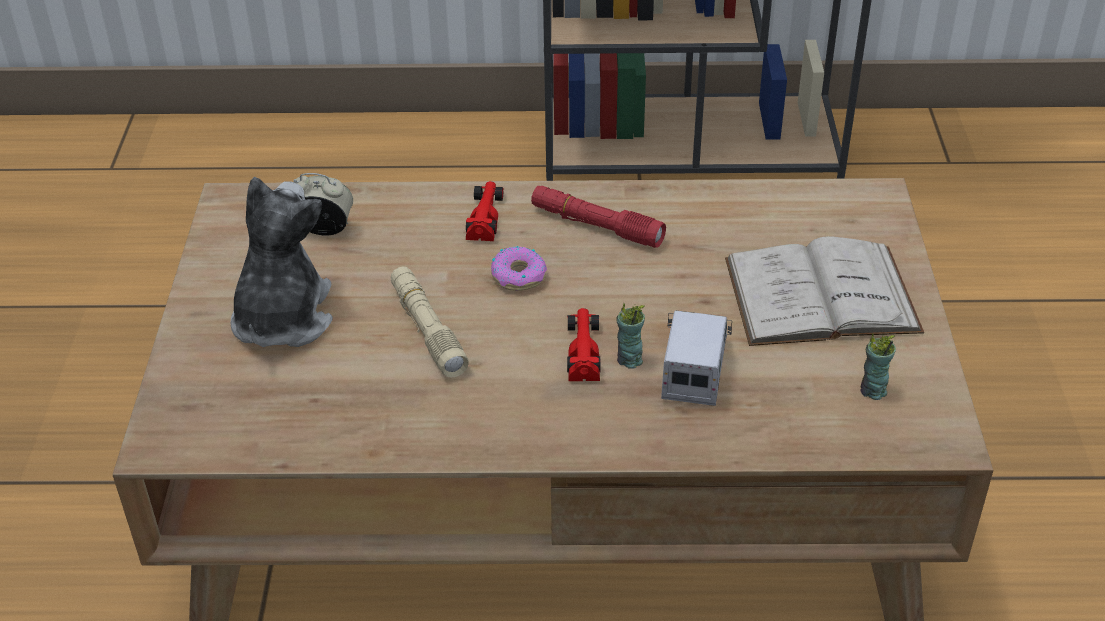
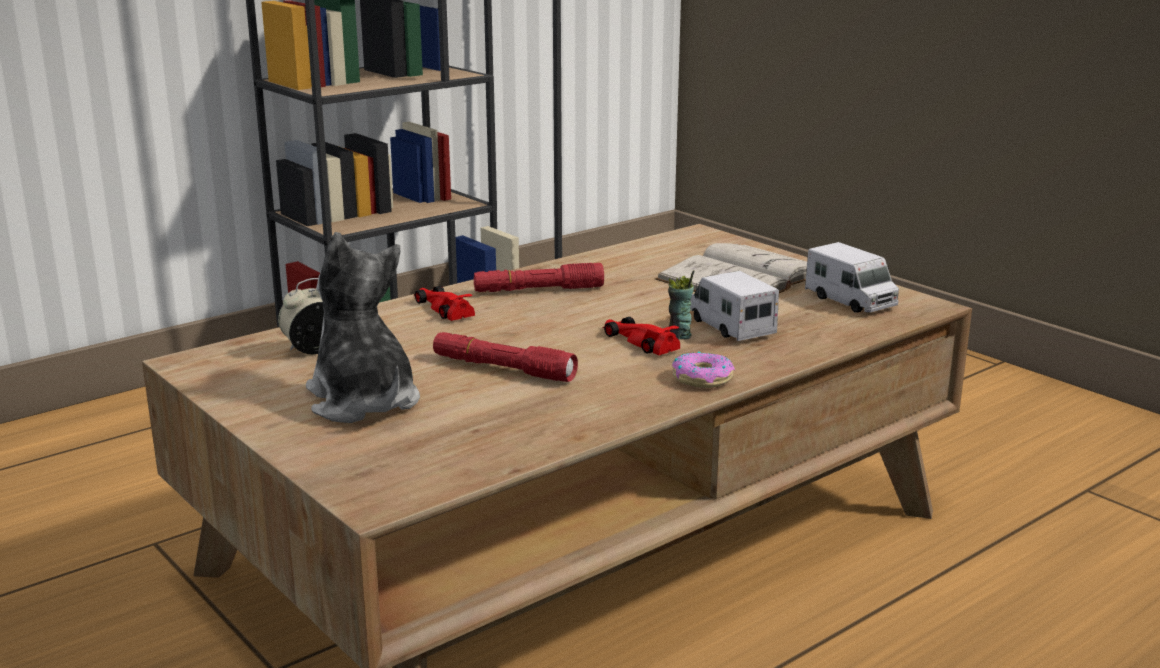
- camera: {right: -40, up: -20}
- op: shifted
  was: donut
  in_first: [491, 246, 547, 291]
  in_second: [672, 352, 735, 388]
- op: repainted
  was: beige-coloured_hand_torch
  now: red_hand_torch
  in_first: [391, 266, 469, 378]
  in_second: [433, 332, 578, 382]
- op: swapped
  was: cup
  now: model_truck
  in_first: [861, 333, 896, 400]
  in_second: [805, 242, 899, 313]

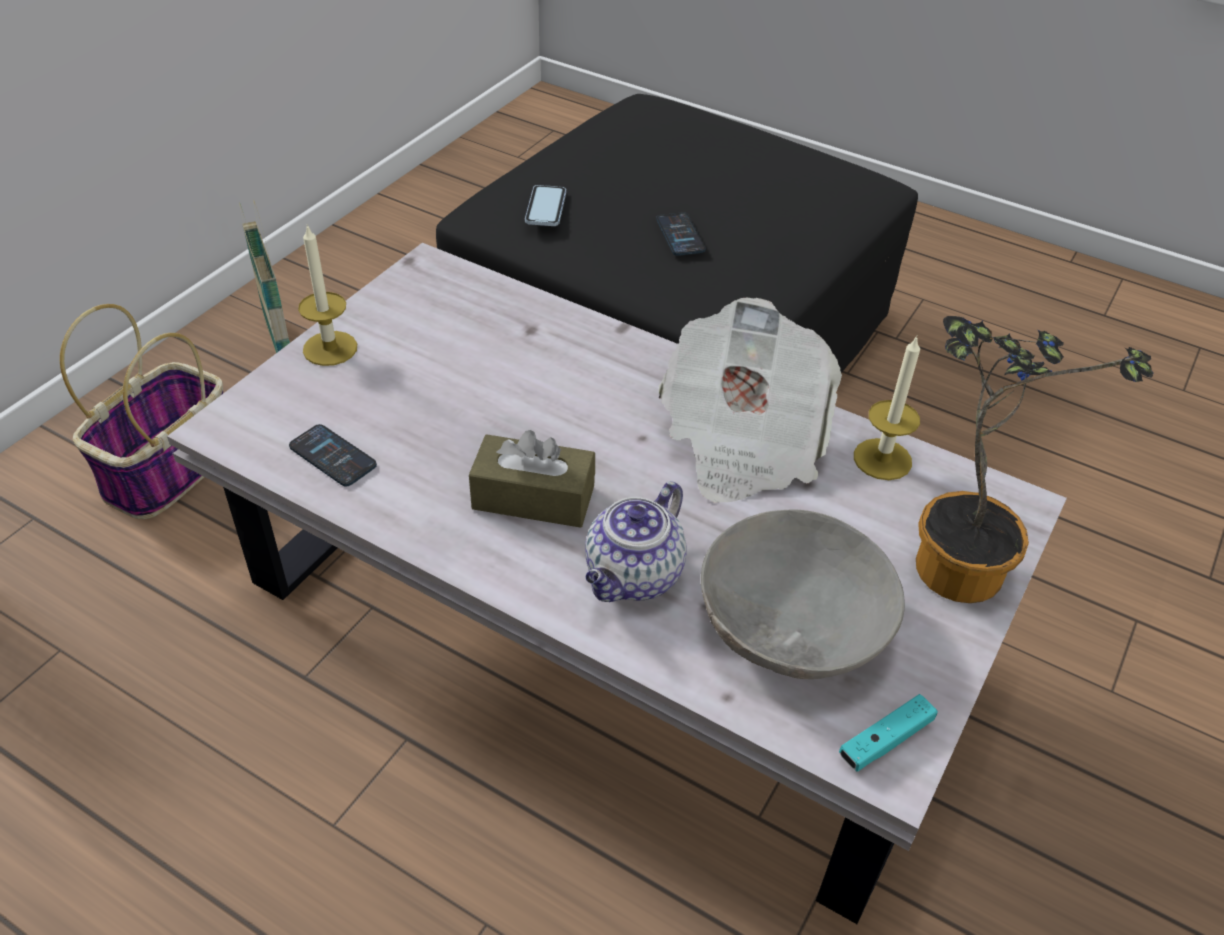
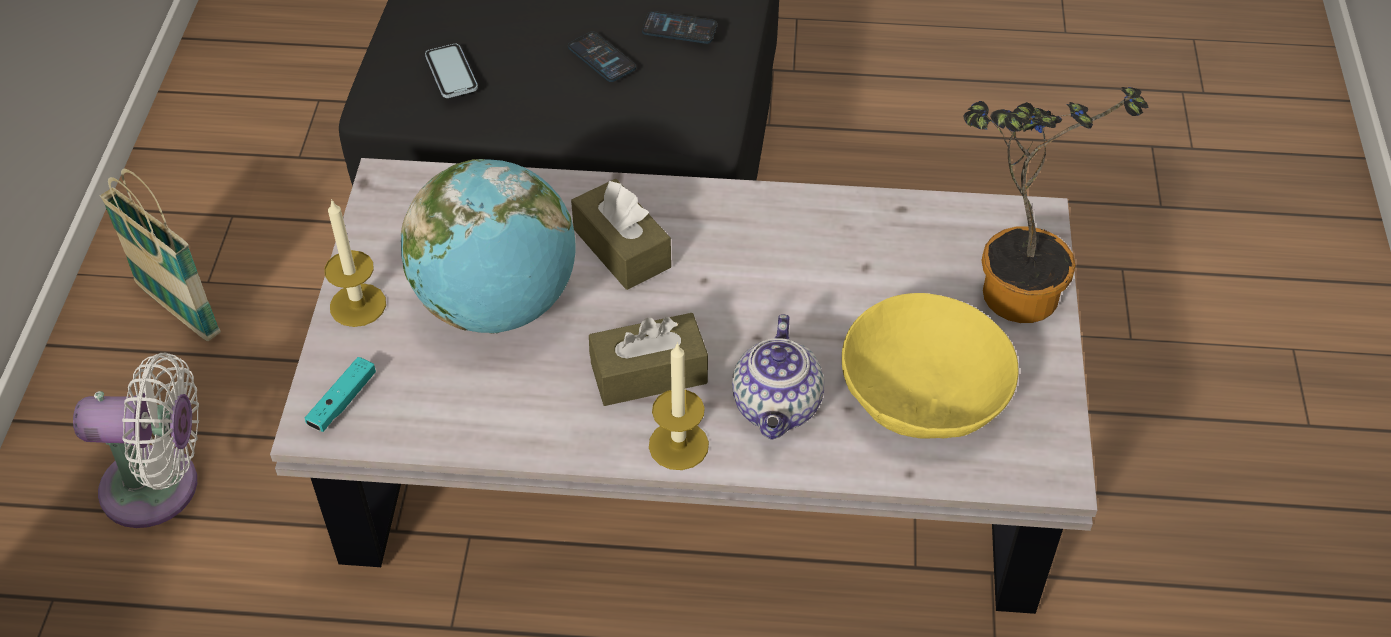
- camera: {right: -25, up: 5}
- op: gone
  was: newspaper
  in_first: [658, 298, 842, 503]
- op: swapped
  was: storage_basket
  now: whitish_cooling_fan
  in_first: [60, 304, 223, 519]
  in_second: [73, 353, 199, 528]
- op: shifted
  was: wax_light
  in_first: [854, 336, 920, 480]
  in_second: [649, 342, 709, 470]
- op: shifted
  was: phone
  in_first: [289, 424, 377, 487]
  in_second: [642, 11, 717, 44]
- op: repainted
  was: greyish_bowl
  now: yellow-coloured_bowl
  in_first: [701, 509, 905, 680]
  in_second: [842, 293, 1019, 438]
- op: shifted
  was: turquoise-coloured_joypad
  in_first: [839, 694, 938, 772]
  in_second: [305, 357, 376, 432]
- op: new
  now: world_globe
  in_second: [401, 159, 576, 334]
- op: new
  now: brown-coloured_box_of_tissues
  in_second: [571, 179, 671, 290]

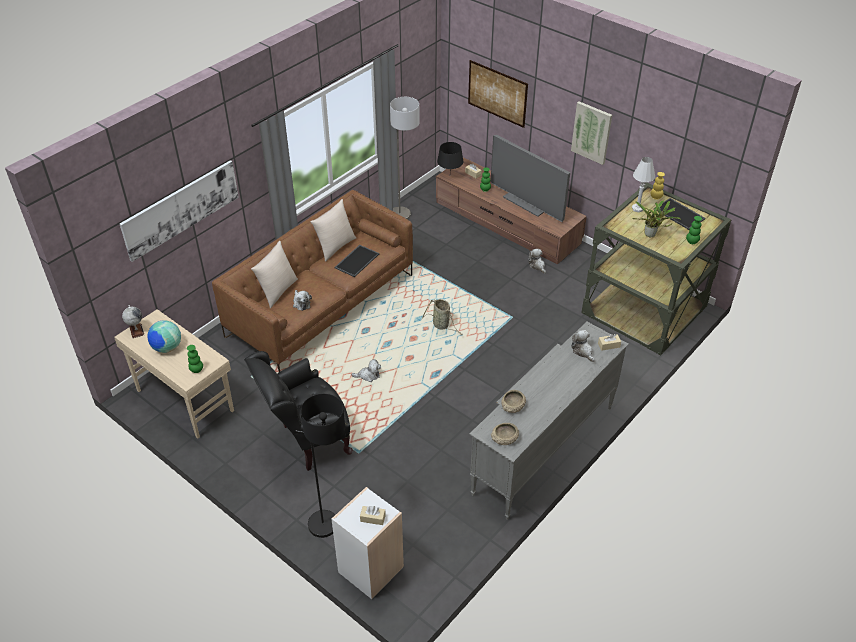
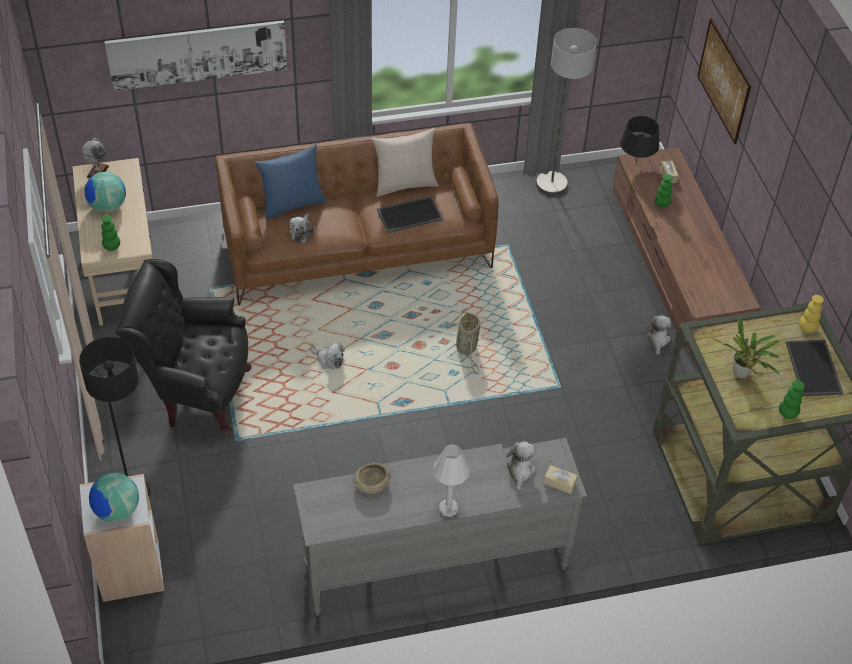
- camera: {right: 35, up: 5}
- op: gone
  was: wall_picture
  in_first: [571, 101, 612, 165]
- op: gone
  was: television
  in_first: [490, 135, 570, 222]
- op: shifted
  was: whitish_lamp_for_a_table
  in_first: [632, 157, 655, 213]
  in_second: [433, 444, 470, 517]
- op: repainted
  was: beige-coloured_pillow
  now: blue-coloured_pillow
  in_first: [251, 241, 298, 308]
  in_second: [255, 144, 327, 220]
- op: gone
  was: beige-coloured_bowl
  in_first: [491, 423, 519, 445]
- op: swapped
  was: beige-coloured_box_of_tissues
  now: world_globe
  in_first: [360, 506, 386, 525]
  in_second: [89, 473, 139, 522]

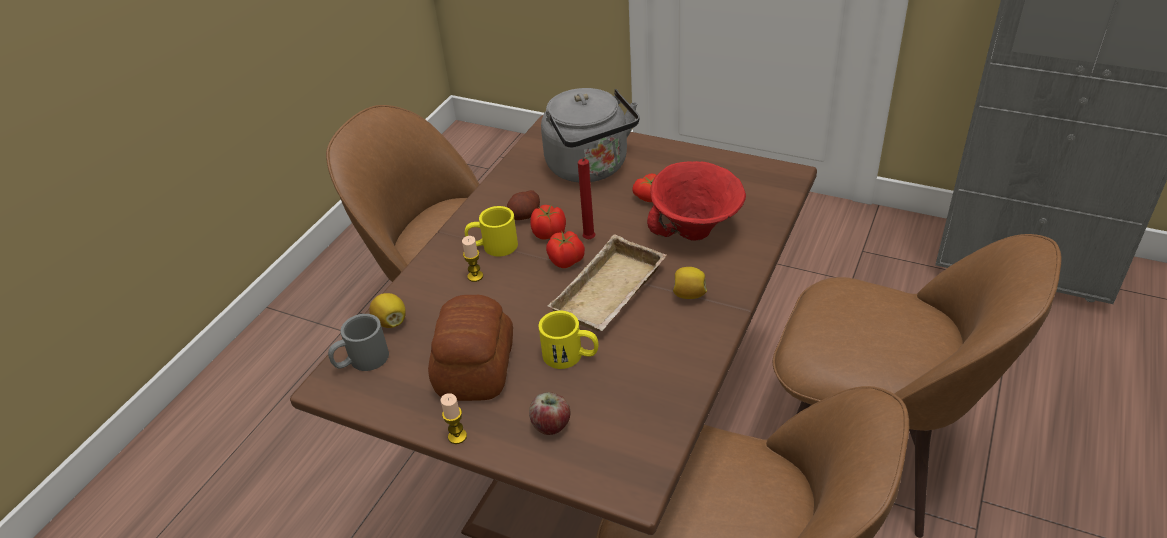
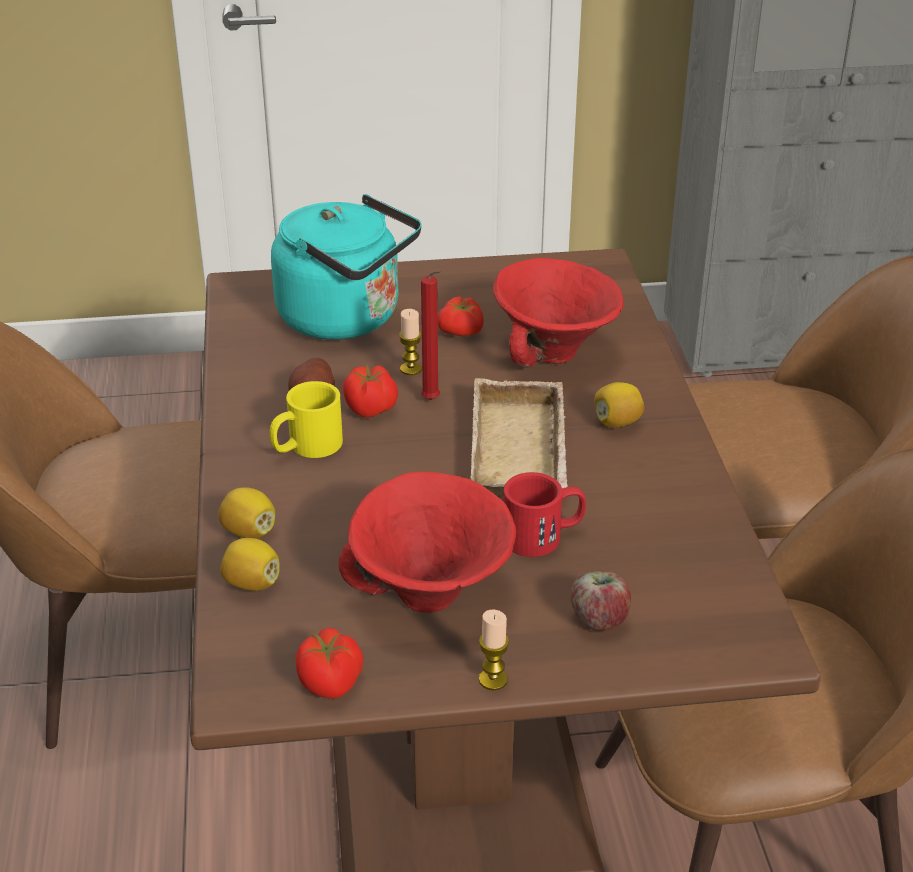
- camera: {right: -35, up: -5}
- op: repainted
  was: greyish_kettle
  now: turquoise-coloured_kettle
  in_first: [541, 88, 640, 182]
  in_second: [271, 194, 421, 340]
- op: shifted
  was: tomato
  in_first: [546, 231, 585, 268]
  in_second: [295, 628, 363, 699]
- op: shifted
  was: wax_light
  in_first: [462, 236, 483, 282]
  in_second: [399, 309, 422, 375]
- op: swapped
  was: baked_bread
  now: red_bowl
  in_first: [428, 295, 513, 401]
  in_second: [338, 472, 516, 613]
- op: repainted
  was: yellow-coloured_coffee_mug
  now: red_coffee_mug
  in_first: [539, 311, 599, 369]
  in_second: [503, 472, 586, 557]
- op: gone
  was: greyish_coffee_mug
  in_first: [328, 314, 389, 371]
- op: new
  now: lemon
  in_second: [218, 487, 275, 539]

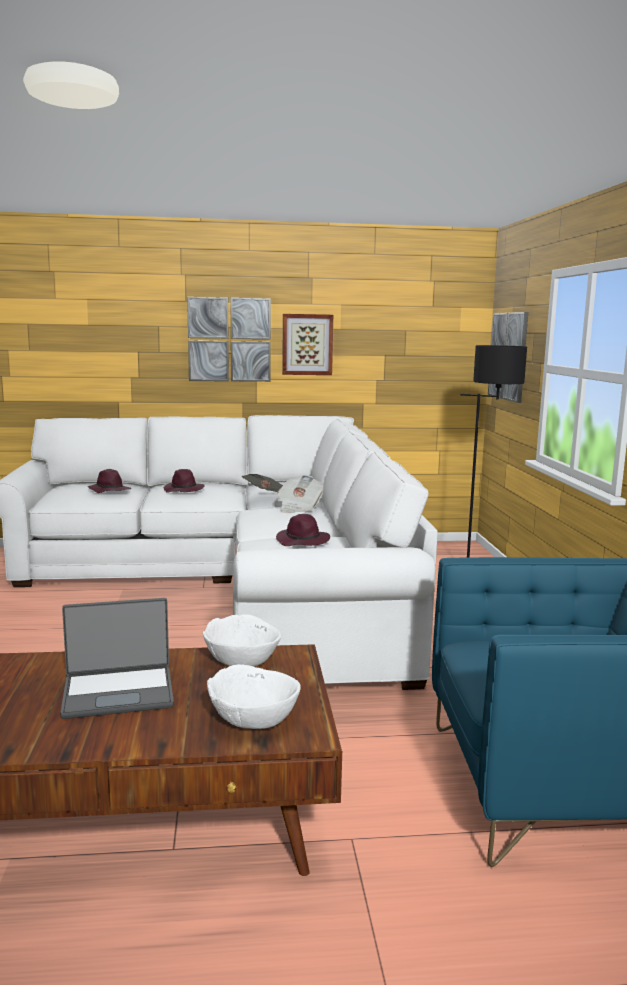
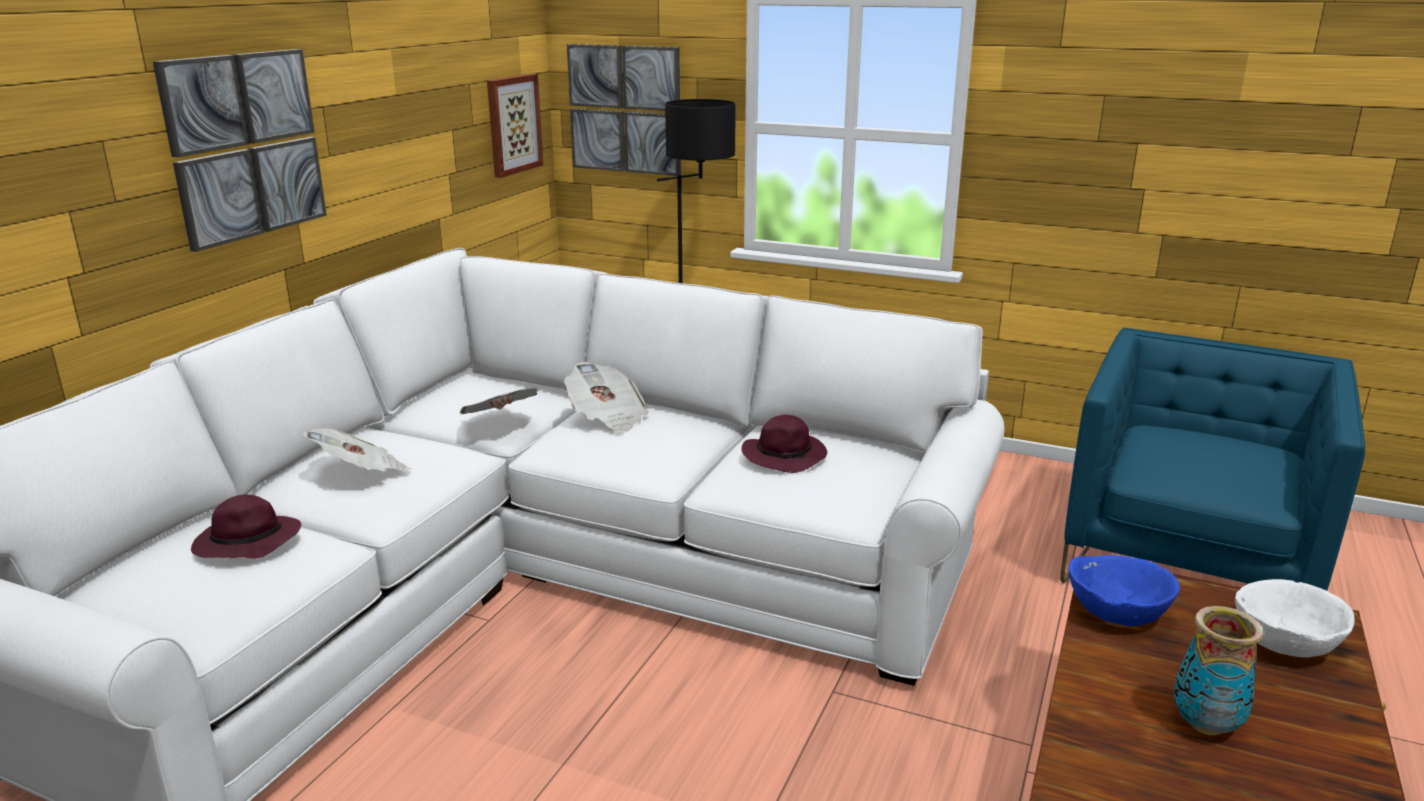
- camera: {right: -60, up: 10}
- op: shifted
  was: wall_picture
  in_first: [282, 314, 333, 375]
  in_second: [487, 74, 544, 178]
- op: swapped
  was: purple_clothing_hat
  now: newspaper
  in_first: [164, 469, 205, 493]
  in_second: [302, 428, 411, 472]
- op: swapped
  was: laptop
  now: decorative_vase
  in_first: [60, 598, 174, 719]
  in_second: [1174, 606, 1263, 736]
- op: repainted
  was: whitish_bowl
  now: blue-coloured_bowl
  in_first: [202, 614, 281, 667]
  in_second: [1068, 555, 1180, 626]

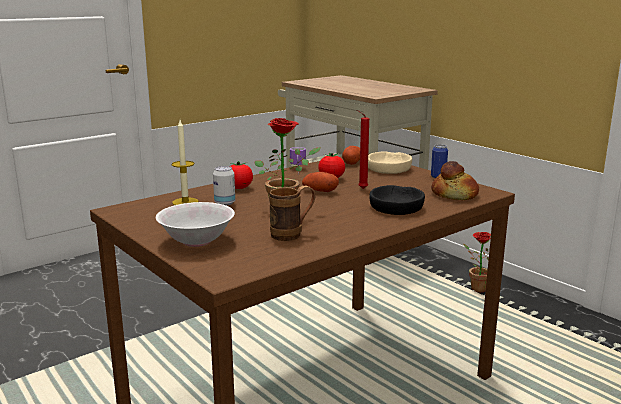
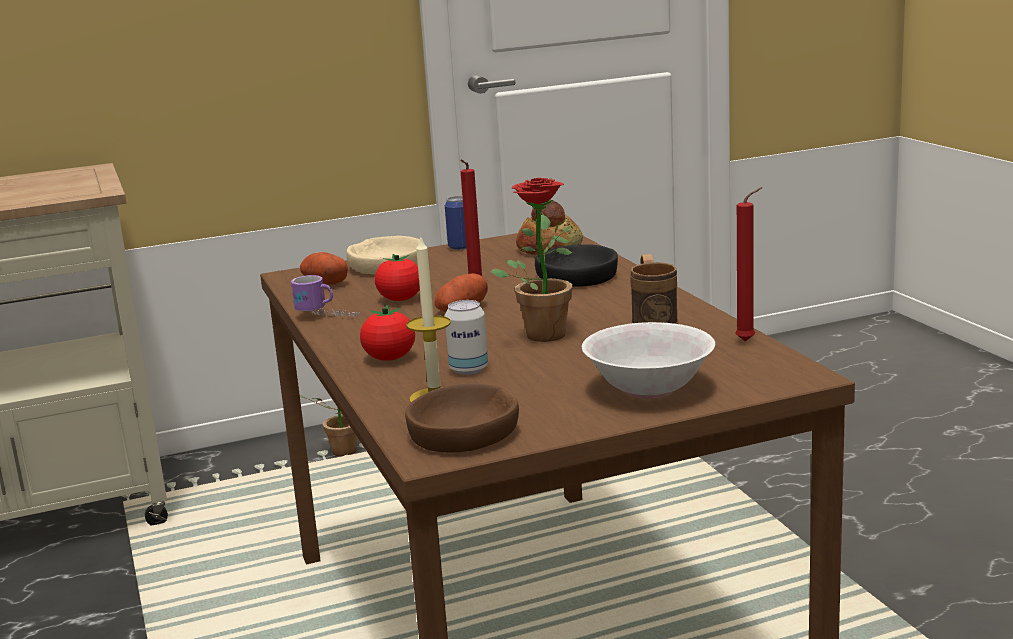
- camera: {right: -70, up: 0}
- op: new
  now: red_wax_light
  in_second: [735, 187, 763, 341]
- op: new
  now: brown-coloured_bowl
  in_second: [405, 383, 519, 452]

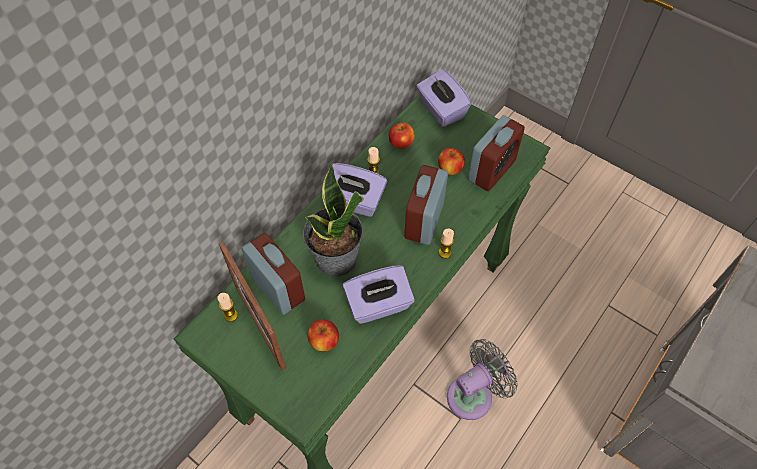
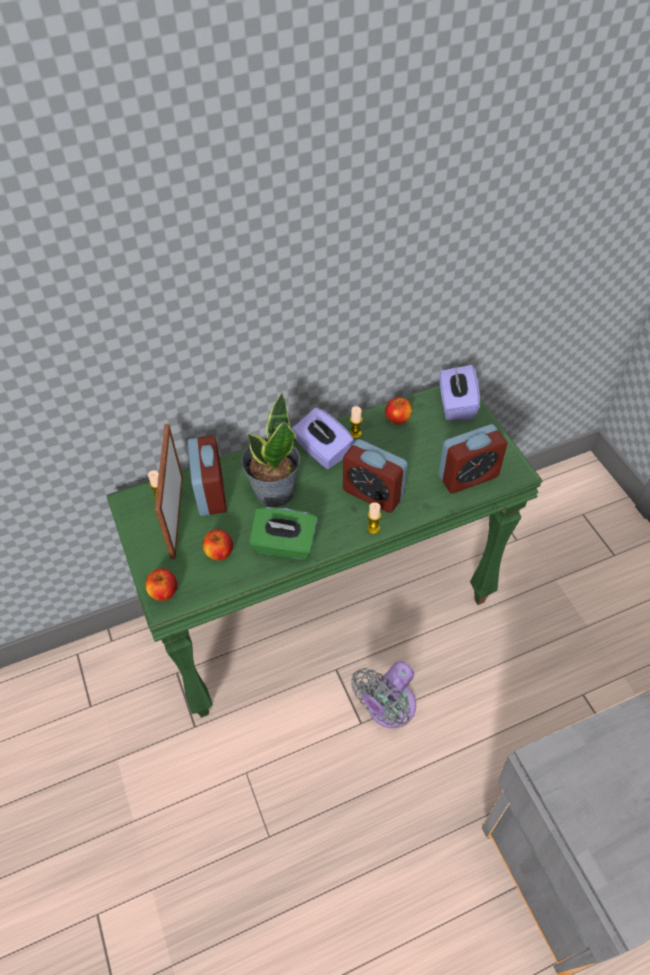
- camera: {right: 30, up: -5}
- op: shifted
  was: whole_apple
  in_first: [438, 148, 465, 175]
  in_second: [145, 568, 177, 601]
- op: rotated
  was: table_clock
  in_first: [404, 165, 448, 245]
  in_second: [343, 439, 408, 513]
  clockwise: -105
- op: repainted
  was: purple_box_of_tissues
  now: green-coloured_box_of_tissues
  in_first: [342, 265, 415, 324]
  in_second: [249, 507, 318, 560]
- op: rotated
  was: greyish_cooling_fan
  in_first: [447, 339, 518, 420]
  in_second: [351, 661, 416, 728]
  clockwise: 135

